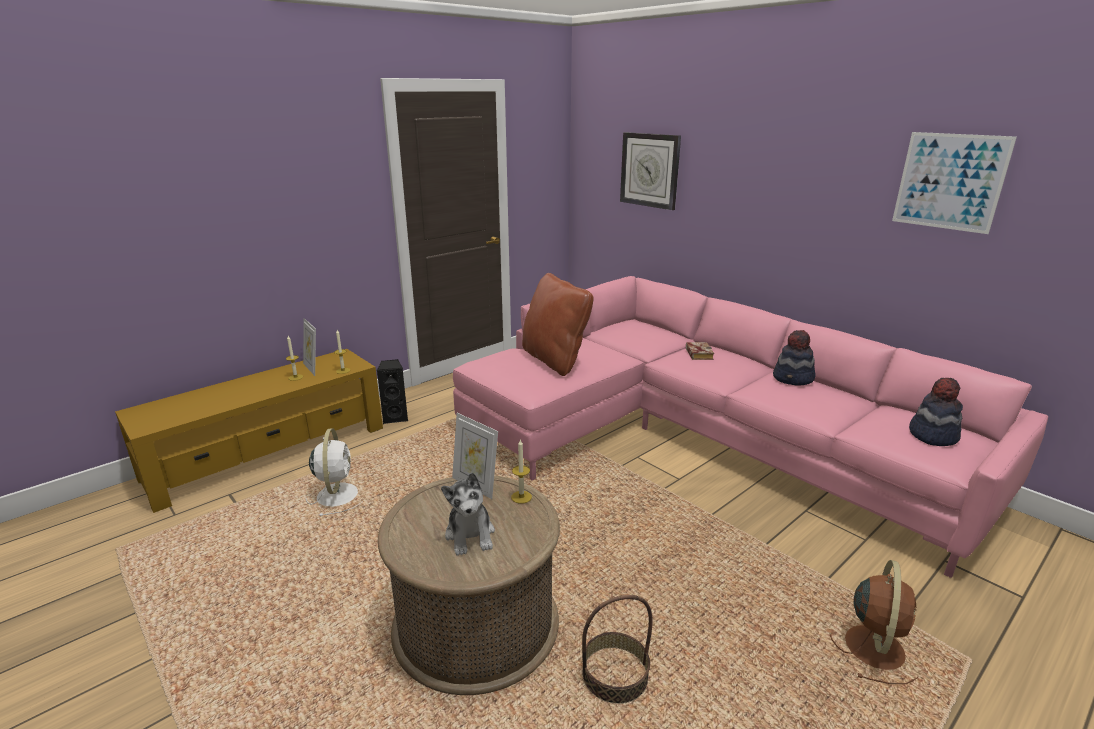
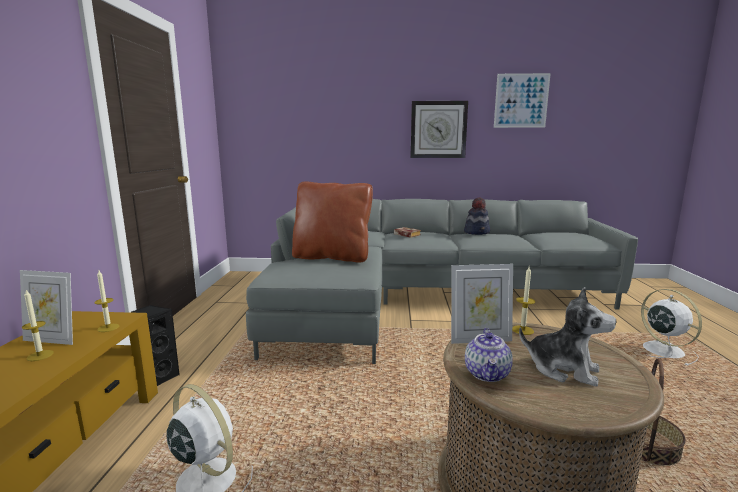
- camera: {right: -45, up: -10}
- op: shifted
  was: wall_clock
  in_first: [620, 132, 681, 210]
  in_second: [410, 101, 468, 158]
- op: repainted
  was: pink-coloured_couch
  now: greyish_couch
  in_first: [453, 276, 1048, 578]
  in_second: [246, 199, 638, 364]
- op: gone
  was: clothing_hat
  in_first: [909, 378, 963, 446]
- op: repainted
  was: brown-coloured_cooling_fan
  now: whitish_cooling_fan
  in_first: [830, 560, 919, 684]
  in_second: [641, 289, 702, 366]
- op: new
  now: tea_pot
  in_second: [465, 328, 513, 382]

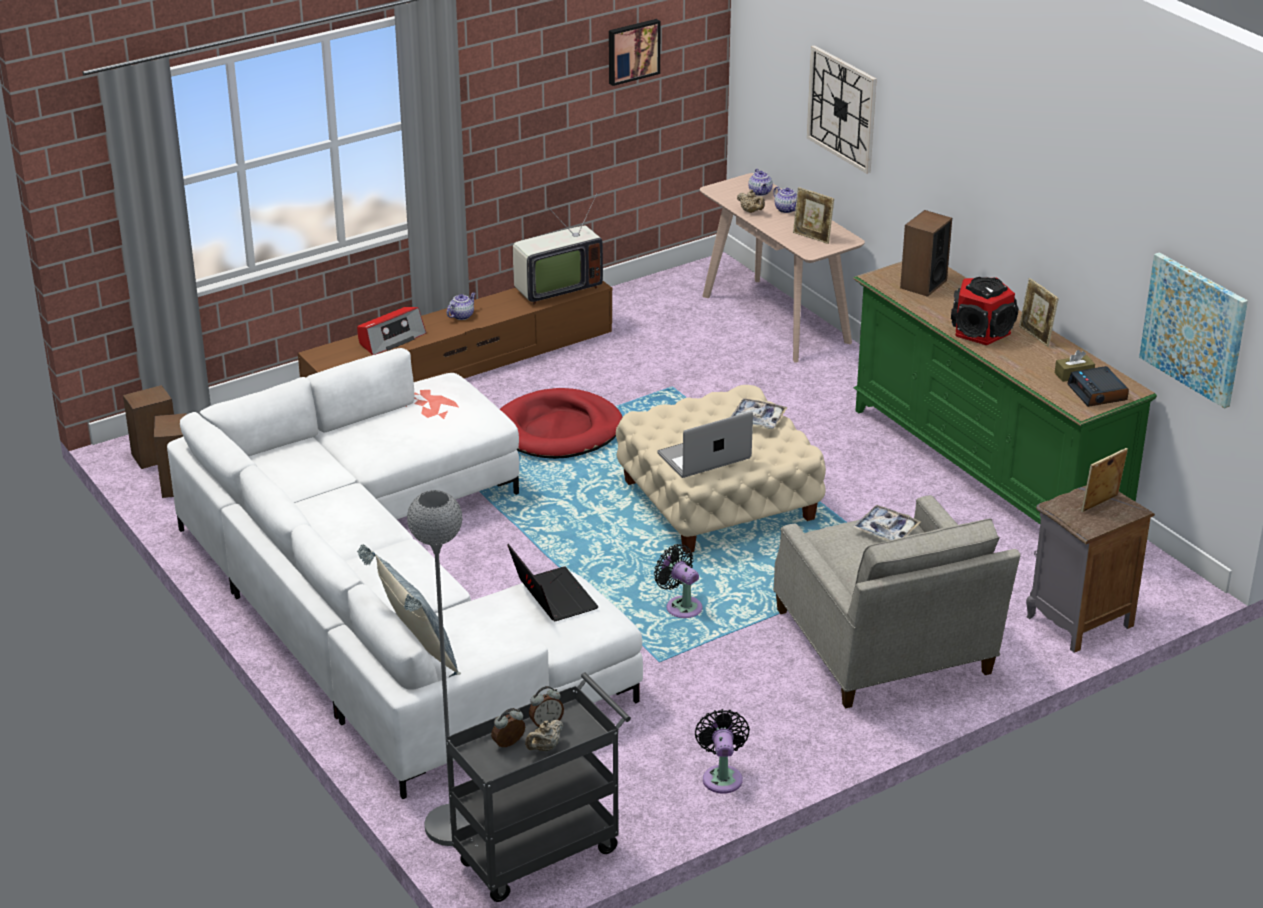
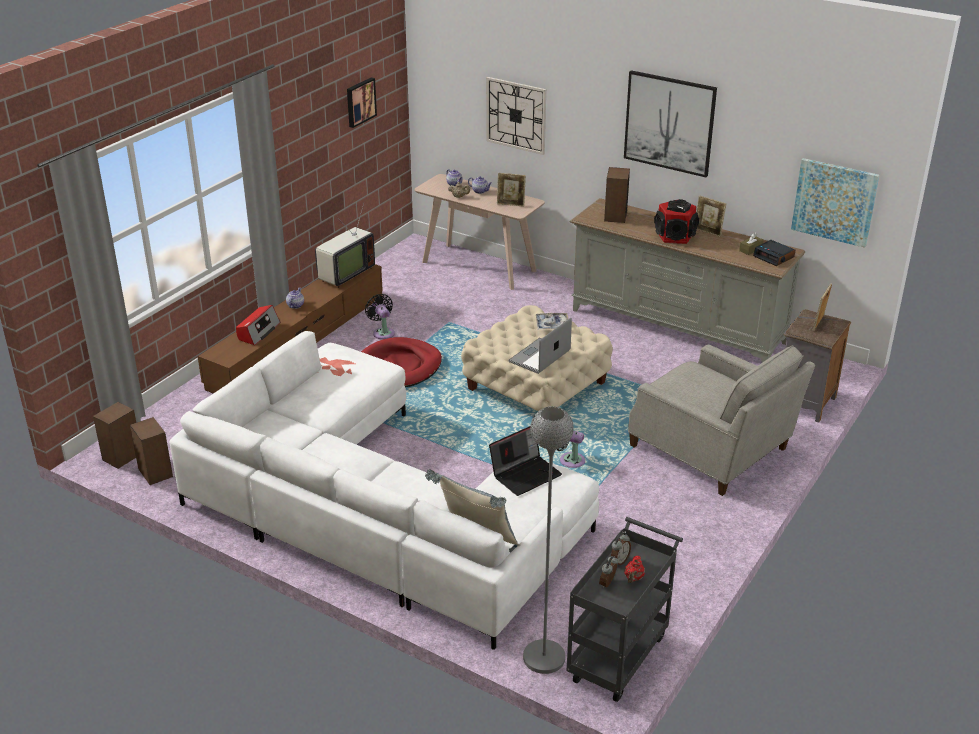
- camera: {right: -25, up: 0}
- op: repainted
  was: green-coloured_cabinet
  now: greyish_cabinet
  in_first: [853, 261, 1157, 524]
  in_second: [569, 198, 805, 363]
- op: gone
  was: carrying_tray
  in_first: [853, 505, 921, 541]
- op: rotated
  was: laptop
  in_first: [507, 544, 598, 621]
  in_second: [489, 426, 562, 496]
  clockwise: 105
- op: shifted
  was: black-coloured_cooling_fan
  in_first: [695, 709, 750, 794]
  in_second: [365, 294, 395, 340]
- op: repainted
  was: beige-coloured_tea_pot
  now: red_tea_pot
  in_first: [525, 720, 563, 751]
  in_second: [624, 555, 645, 583]
- op: new
  now: wall_picture
  in_second: [624, 70, 717, 177]

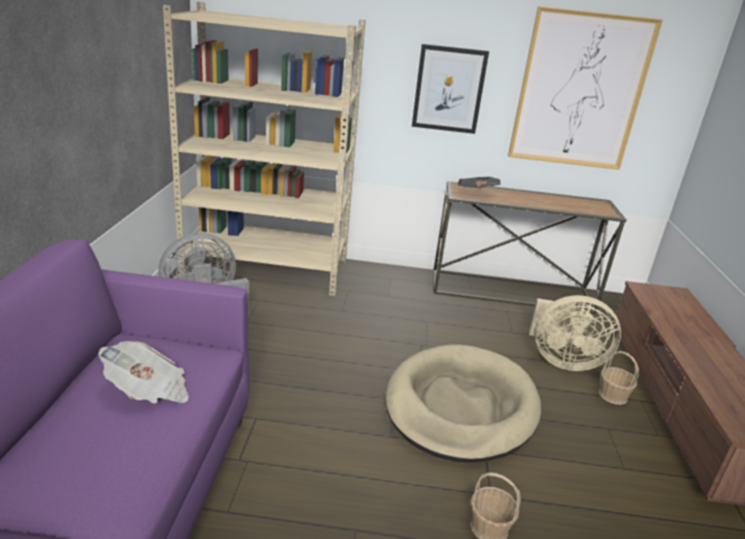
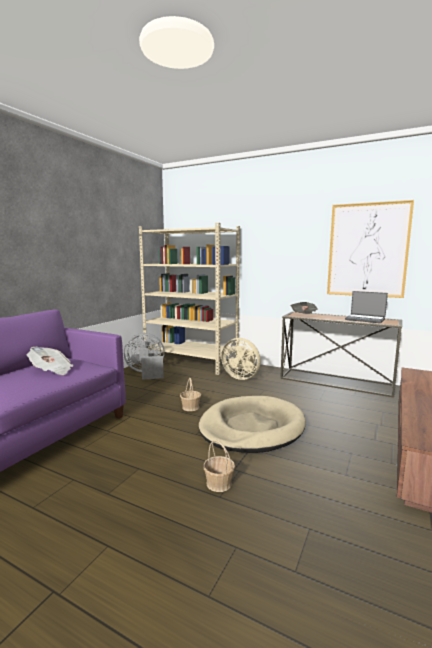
- camera: {right: 25, up: -15}
- op: gone
  was: wall_picture
  in_first: [412, 44, 489, 134]
- op: shifted
  was: beige-coloured_cooling_fan
  in_first: [529, 295, 621, 371]
  in_second: [221, 338, 261, 380]
- op: shifted
  was: storage_basket
  in_first: [599, 351, 639, 405]
  in_second: [180, 378, 201, 411]
- op: new
  now: laptop
  in_second: [345, 291, 388, 323]

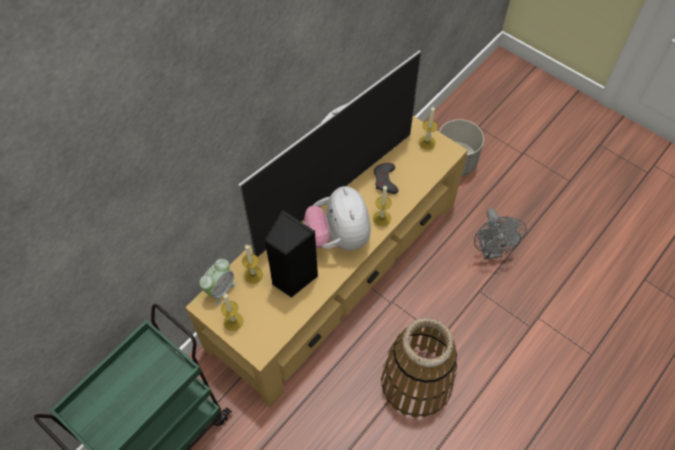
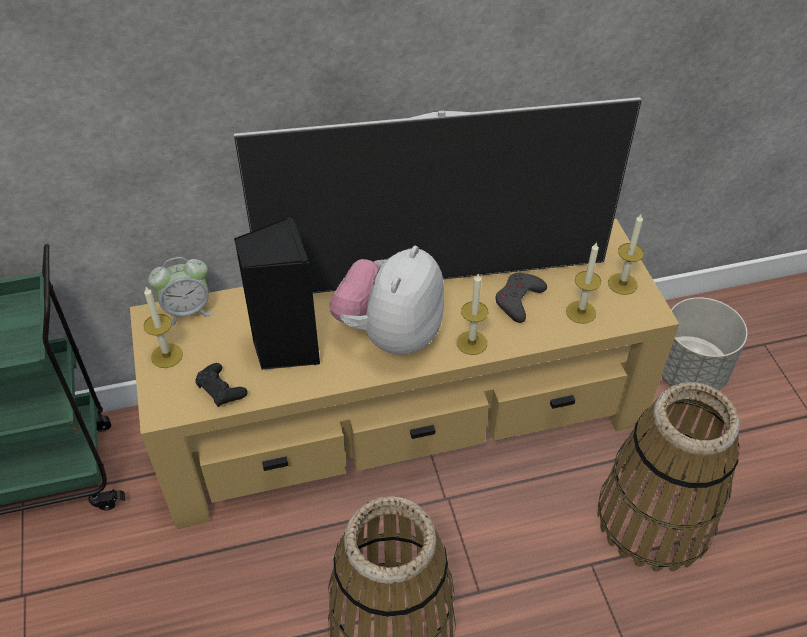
- camera: {right: 35, up: -10}
- op: swapped
  was: greyish_cooling_fan
  now: storage_basket
  in_first: [474, 208, 527, 259]
  in_second: [597, 382, 740, 572]
- op: shifted
  was: wax_light
  in_first: [242, 244, 263, 284]
  in_second: [566, 242, 601, 324]
- op: new
  now: black-coloured_joypad
  in_second: [195, 363, 248, 407]

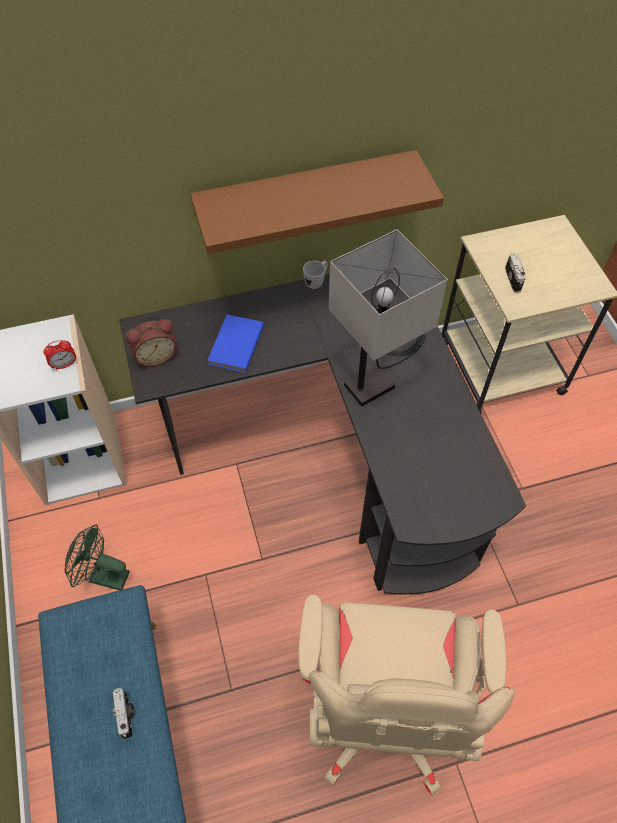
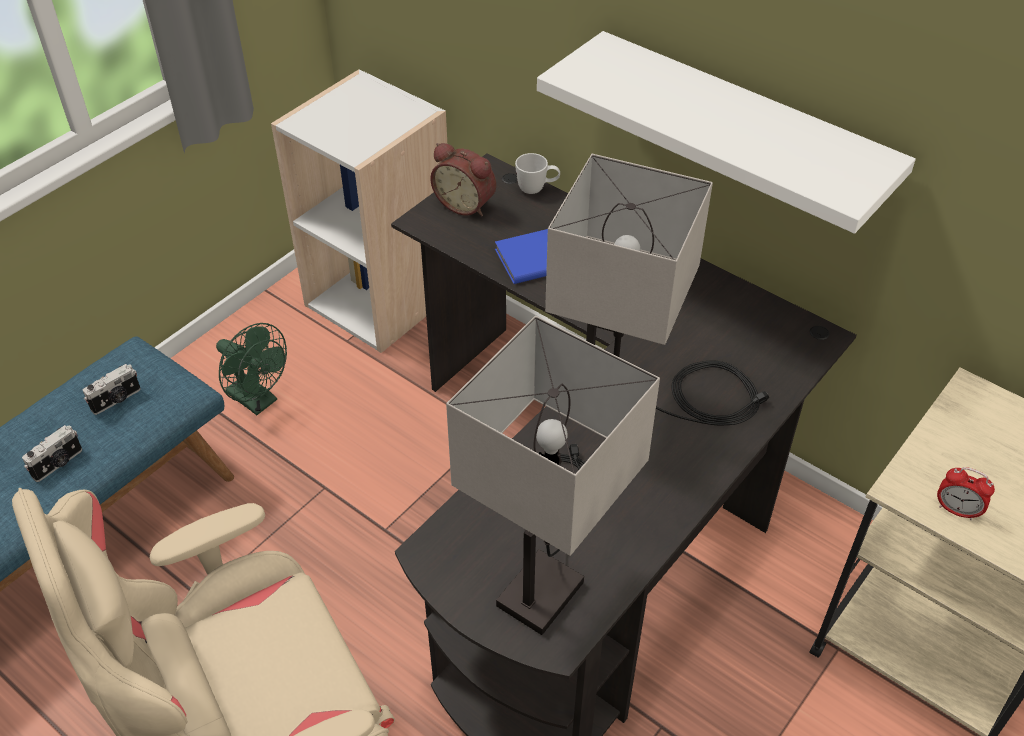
- camera: {right: 55, up: -10}
- op: repainted
  was: brown-coloured_shelf
  now: whitish_shelf
  in_first: [190, 150, 444, 254]
  in_second: [537, 31, 916, 234]
- op: shifted
  was: still_camera
  in_first: [505, 253, 526, 293]
  in_second: [83, 364, 141, 415]
- op: shifted
  was: whitish_coffee_mug
  in_first: [303, 260, 328, 289]
  in_second: [515, 153, 560, 194]
- op: shifted
  was: table_clock
  in_first: [43, 340, 76, 370]
  in_second: [937, 467, 995, 520]
- op: rotated
  was: green-coloured_cooling_fan
  in_first: [65, 524, 129, 590]
  in_second: [216, 323, 287, 415]
  clockwise: 150
- op: new
  now: lamp_for_a_table
  in_second: [446, 316, 660, 635]

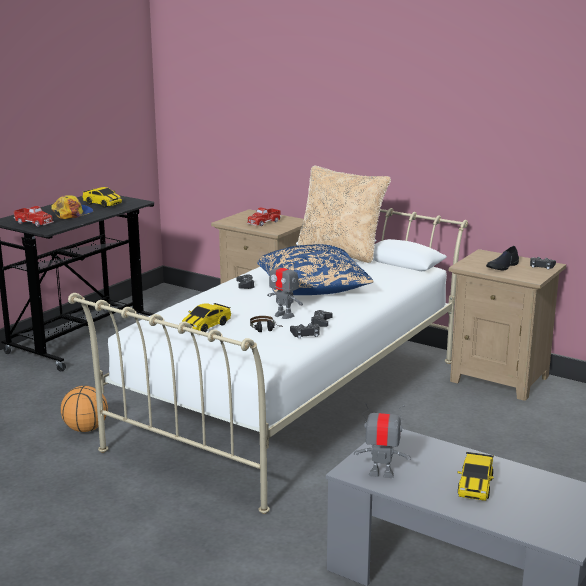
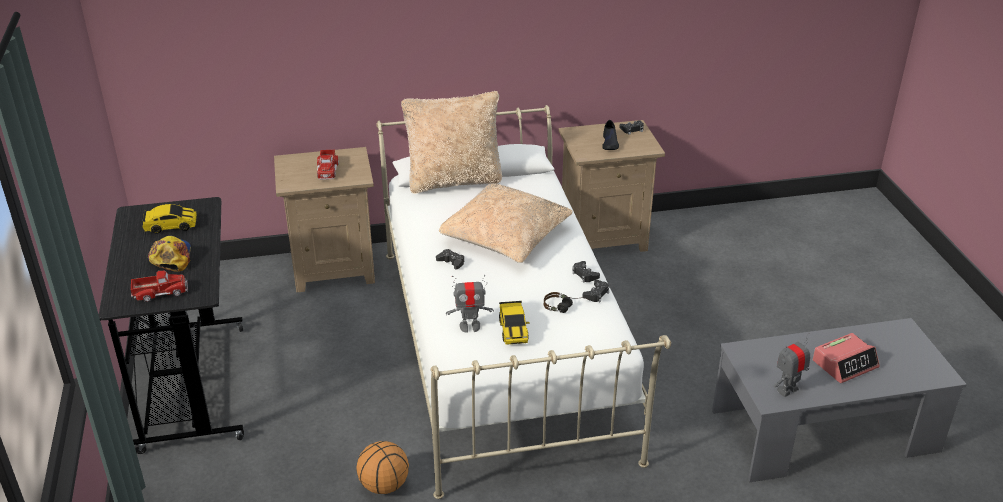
- camera: {right: -45, up: 15}
- op: repainted
  was: blue-coloured_pillow
  now: beige-coloured_pillow
  in_first: [257, 244, 374, 295]
  in_second: [438, 183, 573, 263]
- op: shifted
  was: model_robot
  in_first: [267, 255, 303, 319]
  in_second: [446, 275, 494, 333]
- op: swapped
  was: toy_car
  now: table_clock
  in_first: [458, 452, 494, 501]
  in_second: [813, 333, 880, 383]

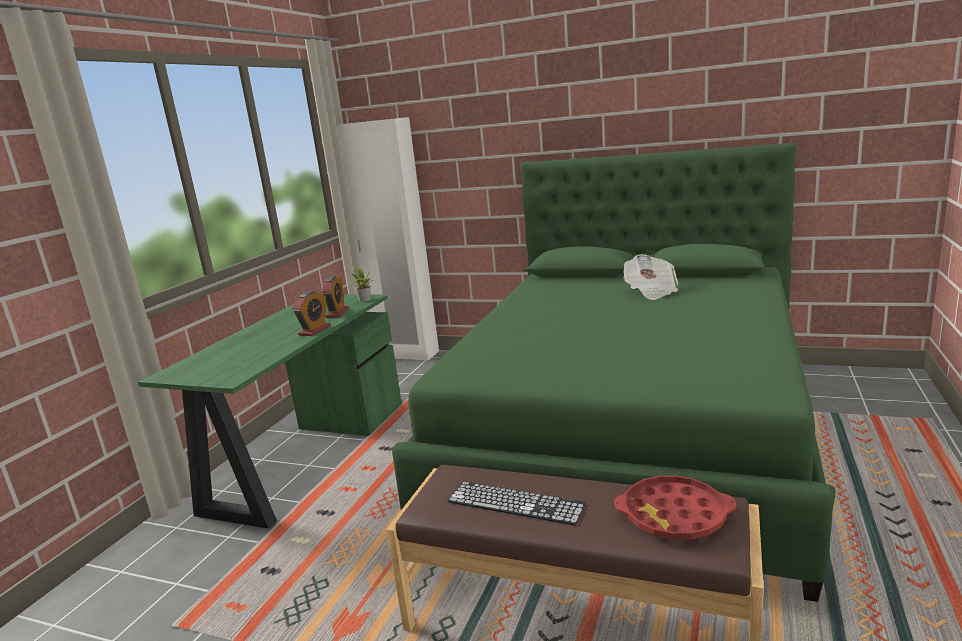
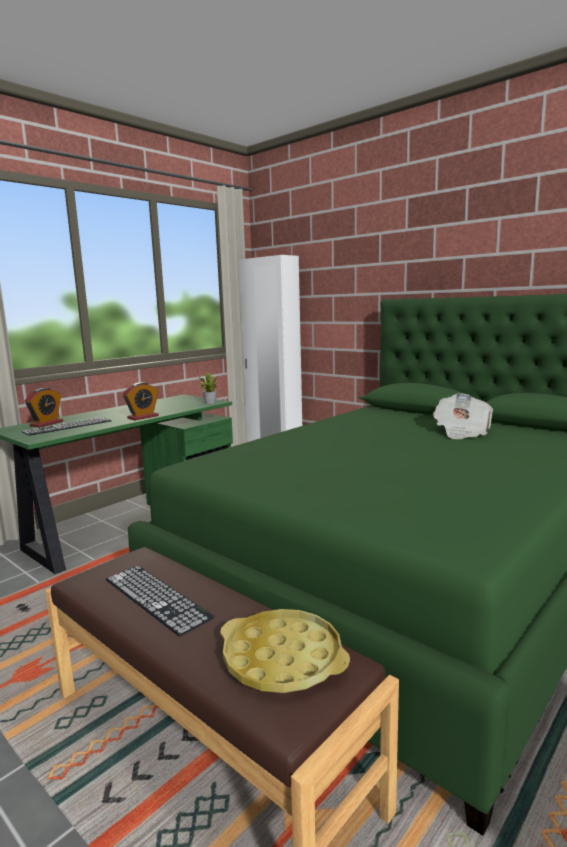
- camera: {right: 20, up: -5}
- op: shifted
  was: table_clock
  in_first: [322, 276, 349, 318]
  in_second: [25, 388, 63, 427]
- op: repainted
  was: red_carrying_tray
  now: yellow-coloured_carrying_tray
  in_first: [614, 475, 736, 540]
  in_second: [220, 609, 350, 693]
- op: new
  now: PC_keyboard
  in_second: [22, 417, 112, 436]

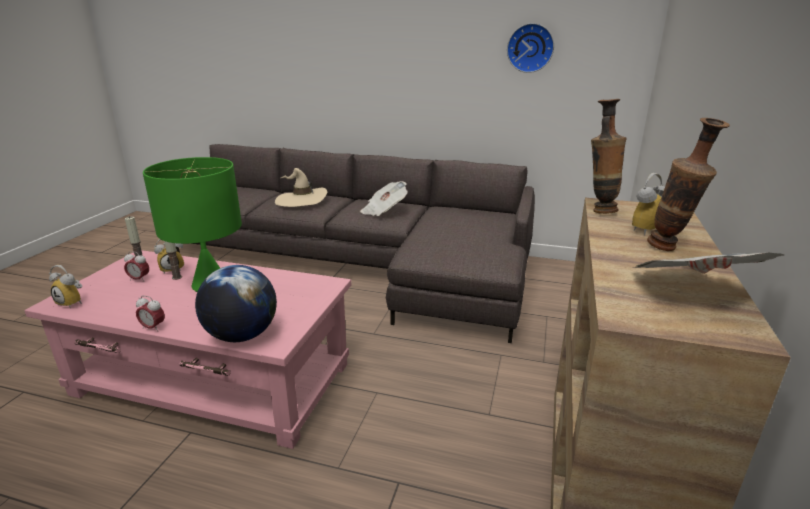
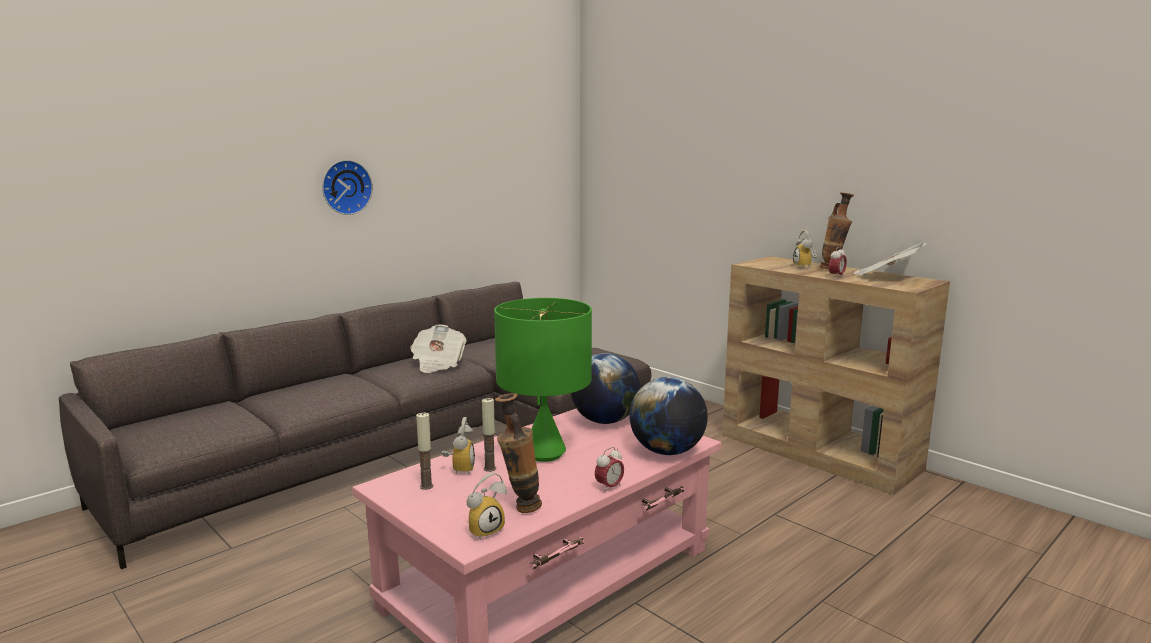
- camera: {right: -60, up: -10}
- op: shifted
  was: wall_clock
  in_first: [507, 23, 554, 73]
  in_second: [322, 160, 373, 215]
- op: shifted
  was: decorative_vase
  in_first: [591, 99, 626, 214]
  in_second: [495, 393, 542, 513]
- op: gone
  was: beige-coloured_clothing_hat
  in_first: [275, 168, 327, 207]
- op: shifted
  was: table_clock
  in_first: [124, 251, 149, 282]
  in_second: [829, 247, 847, 278]
- op: new
  now: world_globe
  in_second: [571, 353, 641, 424]

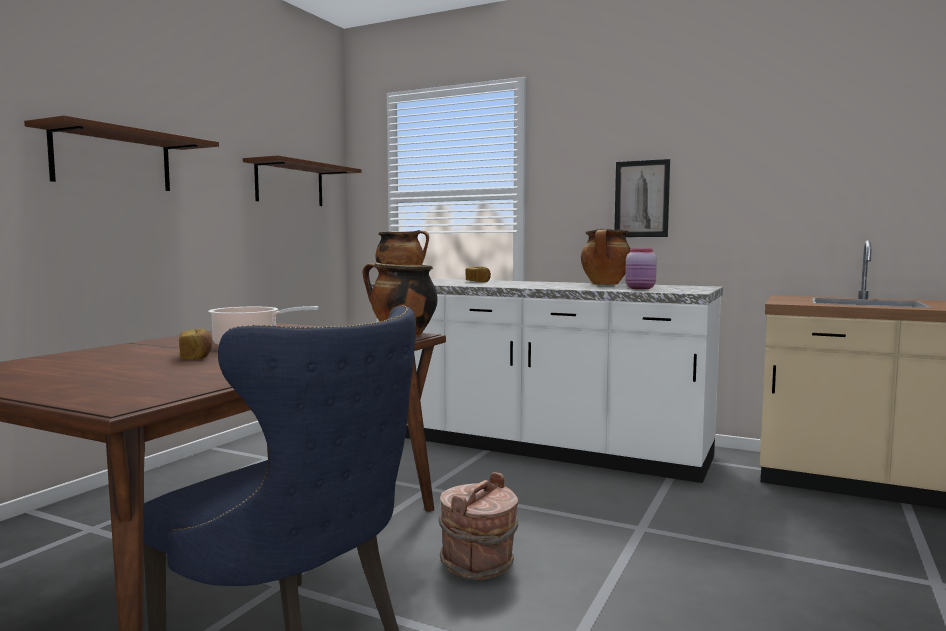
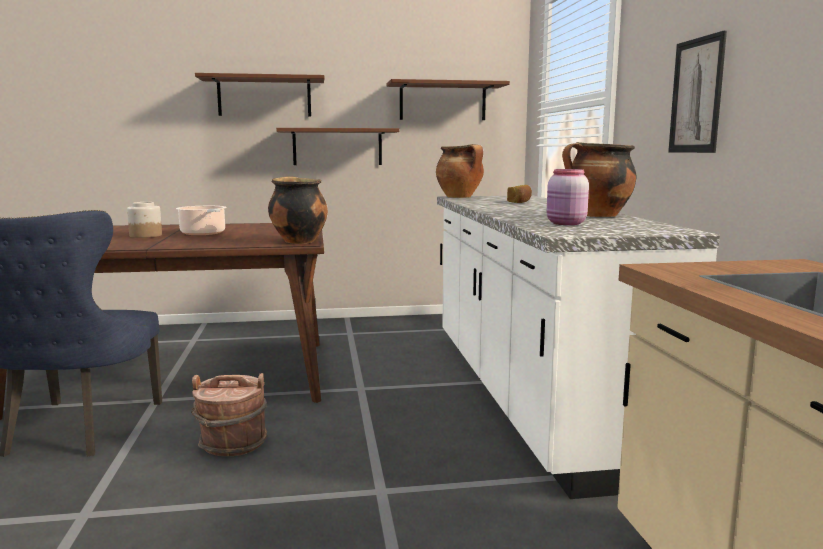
- camera: {right: 55, up: 5}
- op: swapped
  was: baked_bread
  now: jar
  in_first: [179, 328, 213, 360]
  in_second: [127, 202, 162, 238]
- op: new
  now: brown-coloured_shelf
  in_second: [276, 128, 400, 165]

